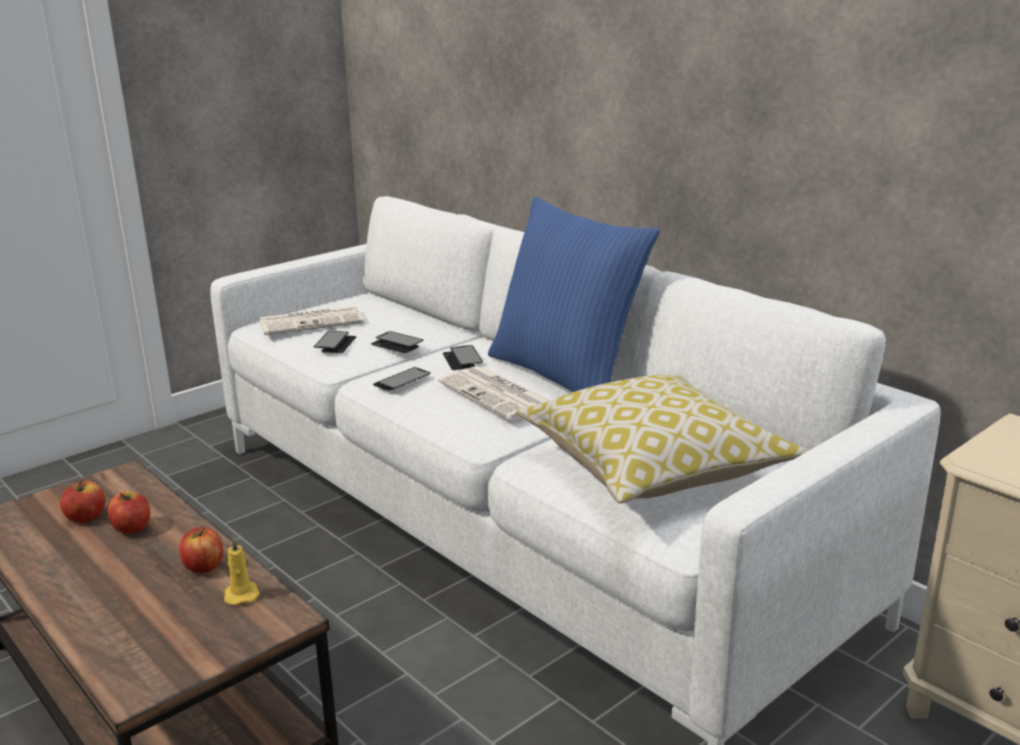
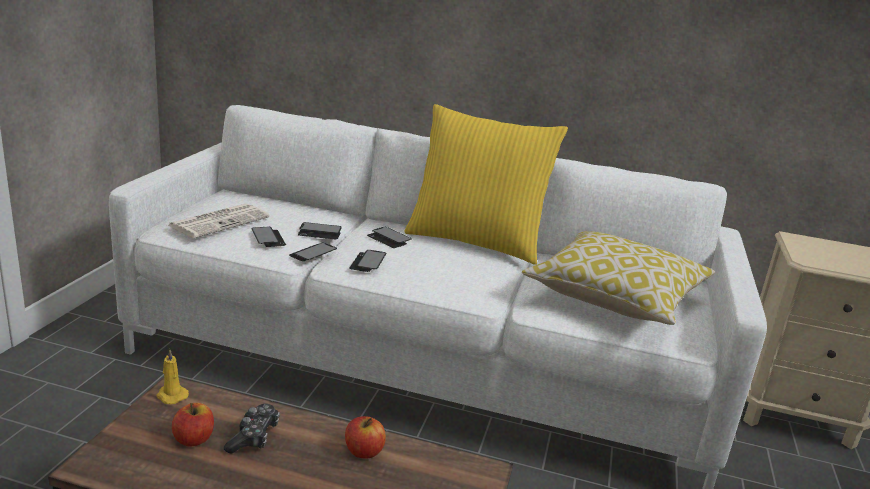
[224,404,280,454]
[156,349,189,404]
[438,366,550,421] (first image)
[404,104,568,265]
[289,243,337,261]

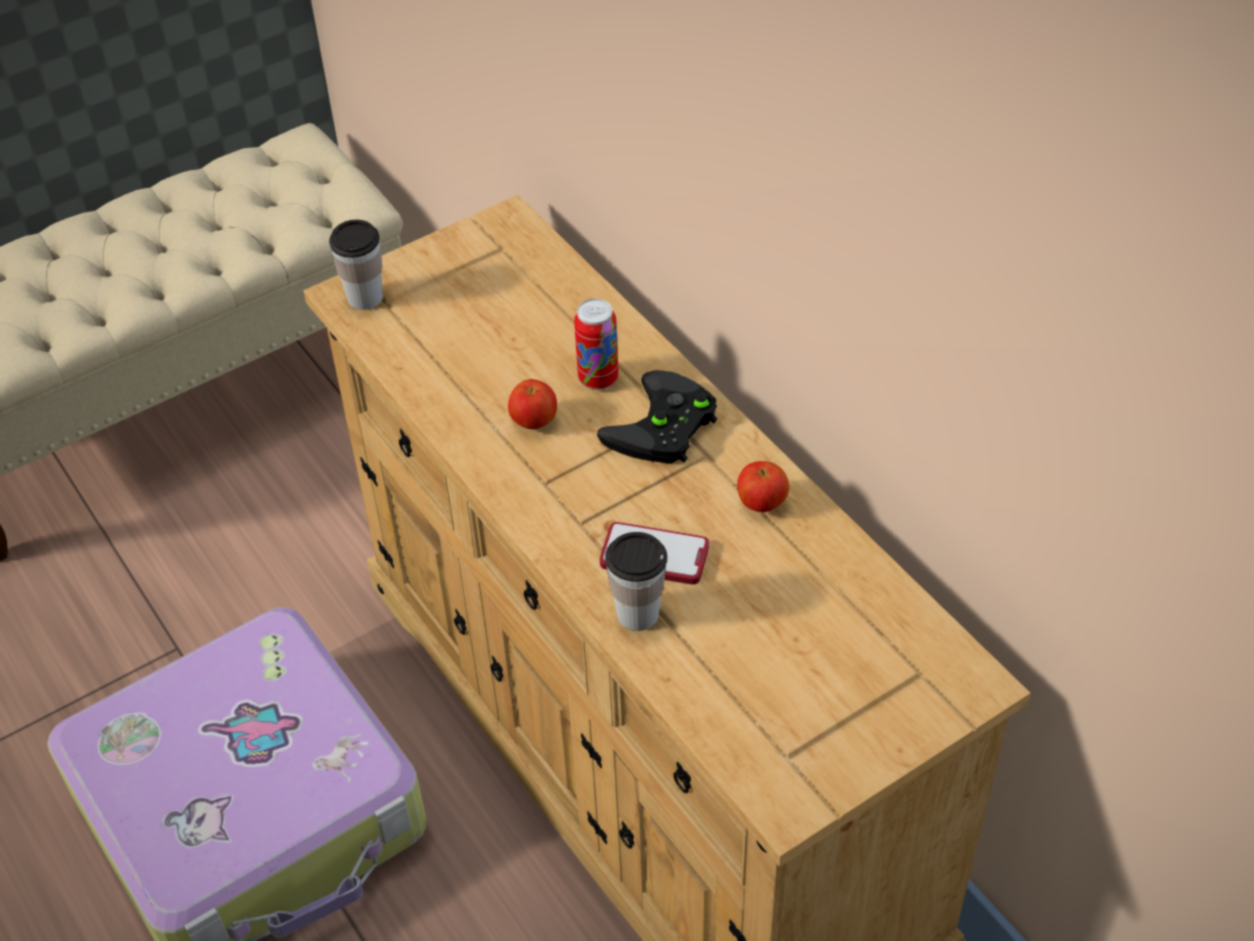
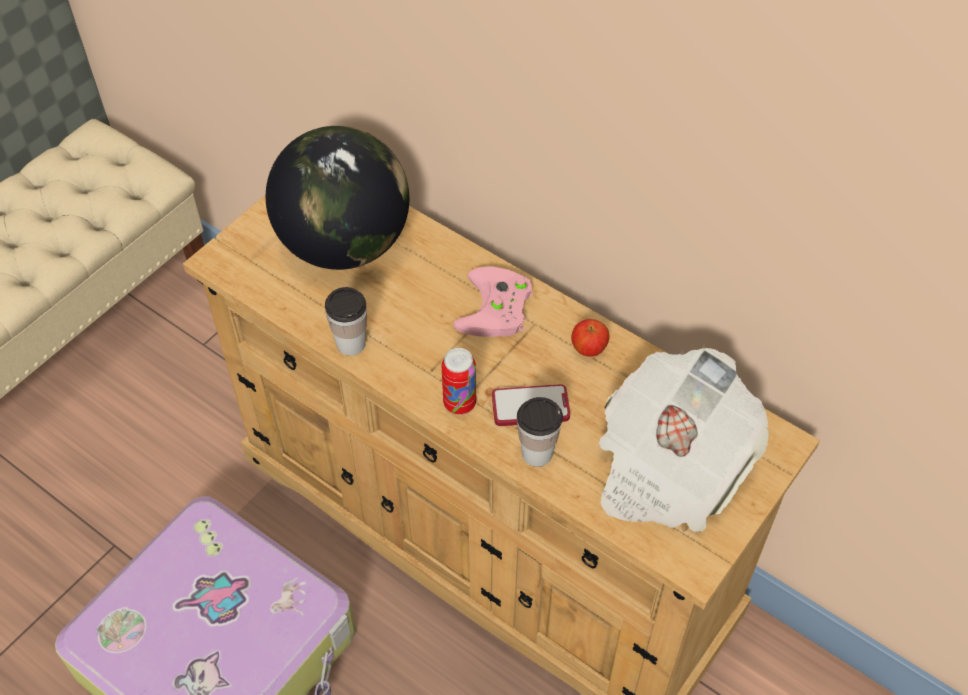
[325,287,367,356]
[508,379,557,429] (first image)
[442,348,476,415]
[454,266,532,337]
[265,126,409,270]
[599,348,769,532]

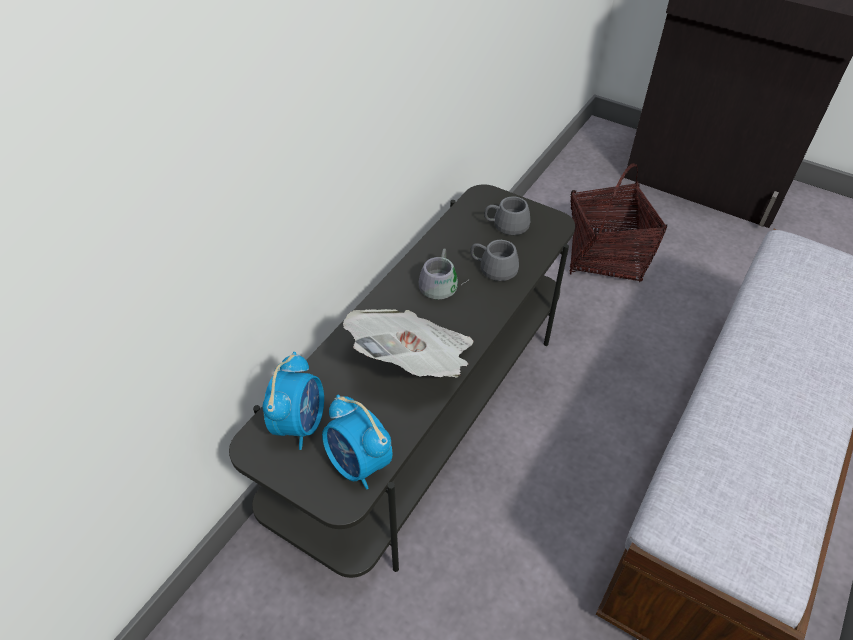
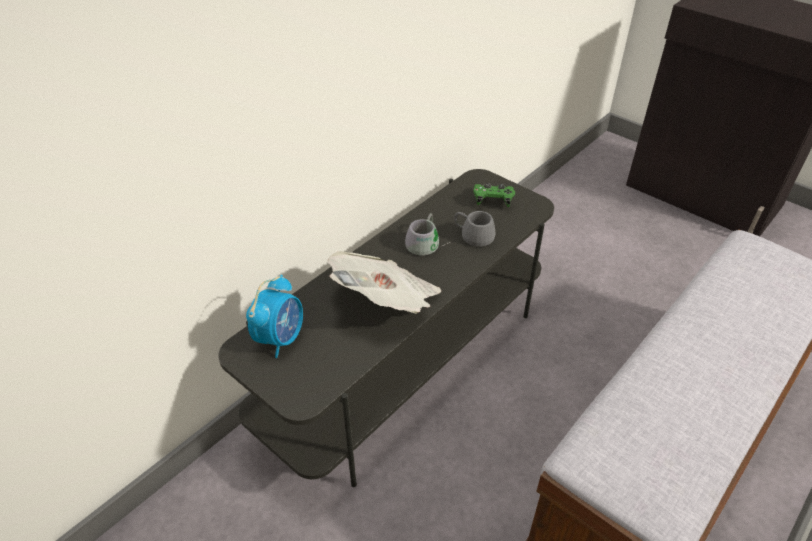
[322,395,393,489] (first image)
[473,183,515,207]
[570,163,667,282] (first image)

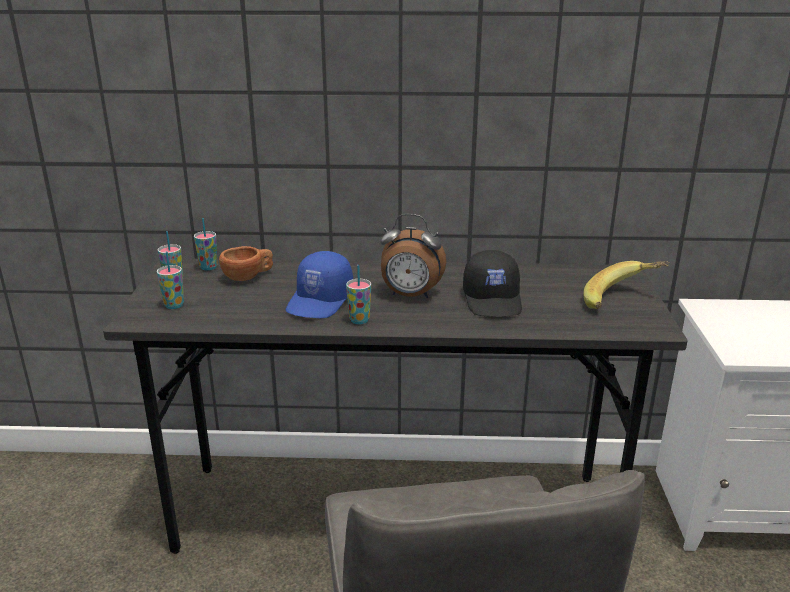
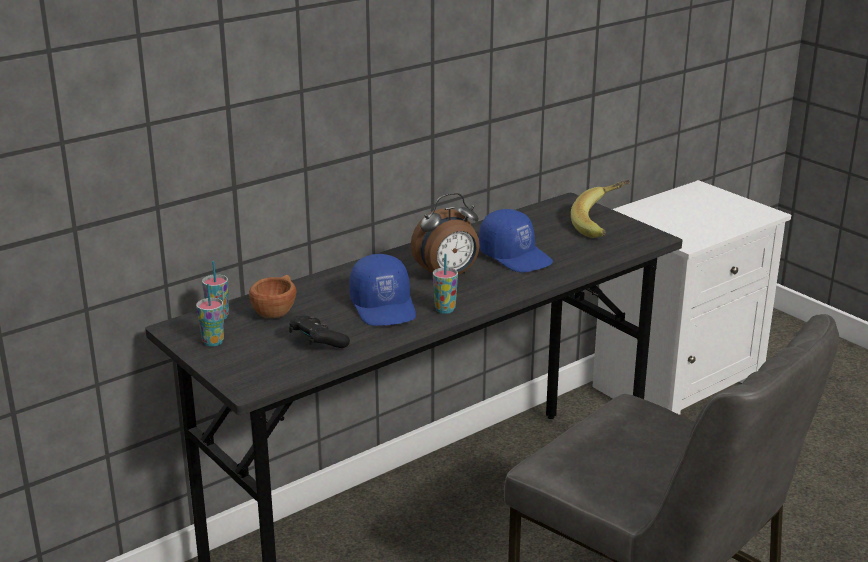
[157,251,184,309] (first image)
[479,209,553,272]
[289,315,350,348]

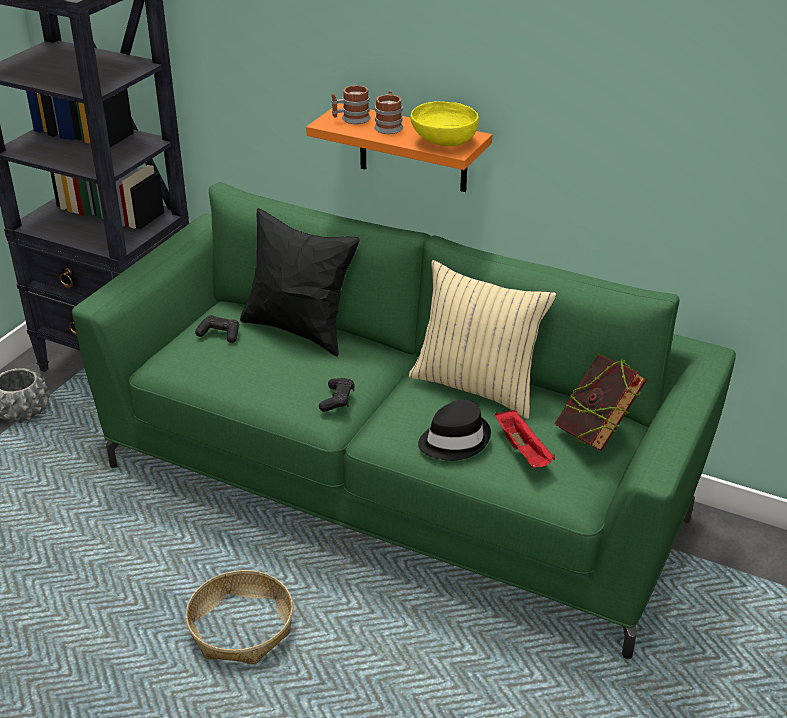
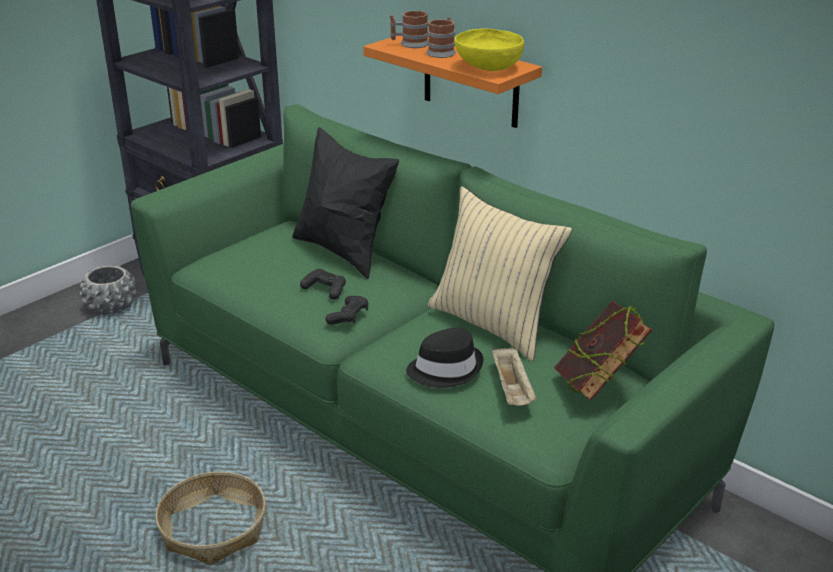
[300,269,346,300]
[492,347,537,406]

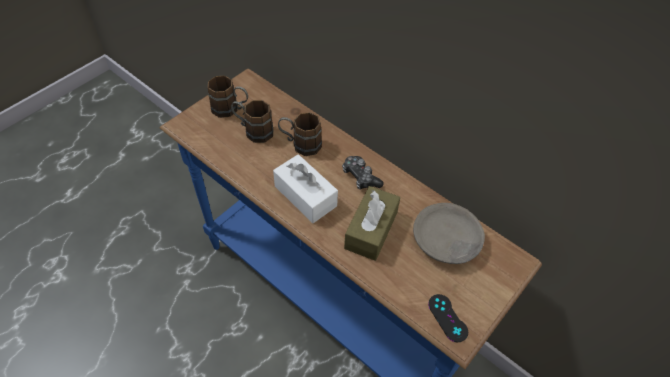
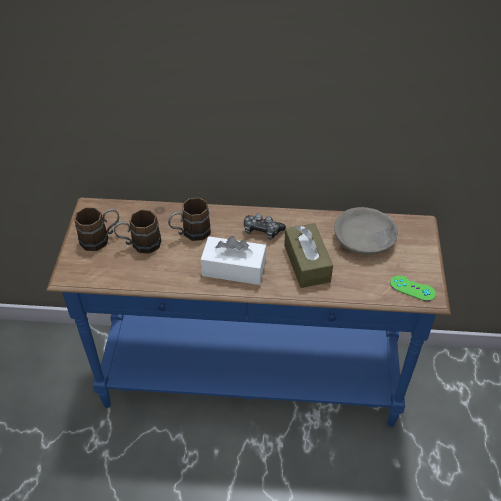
[390,275,436,301]

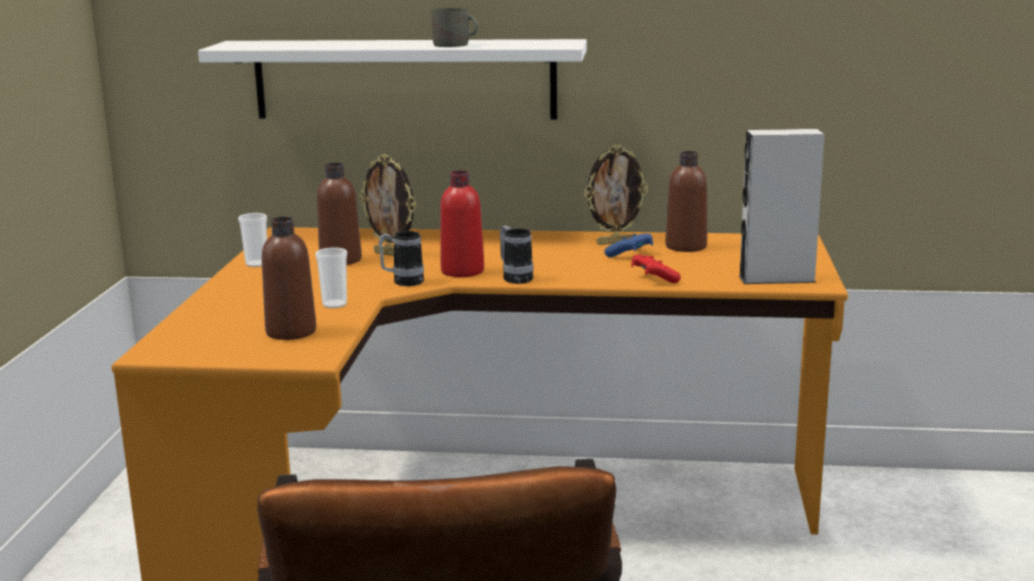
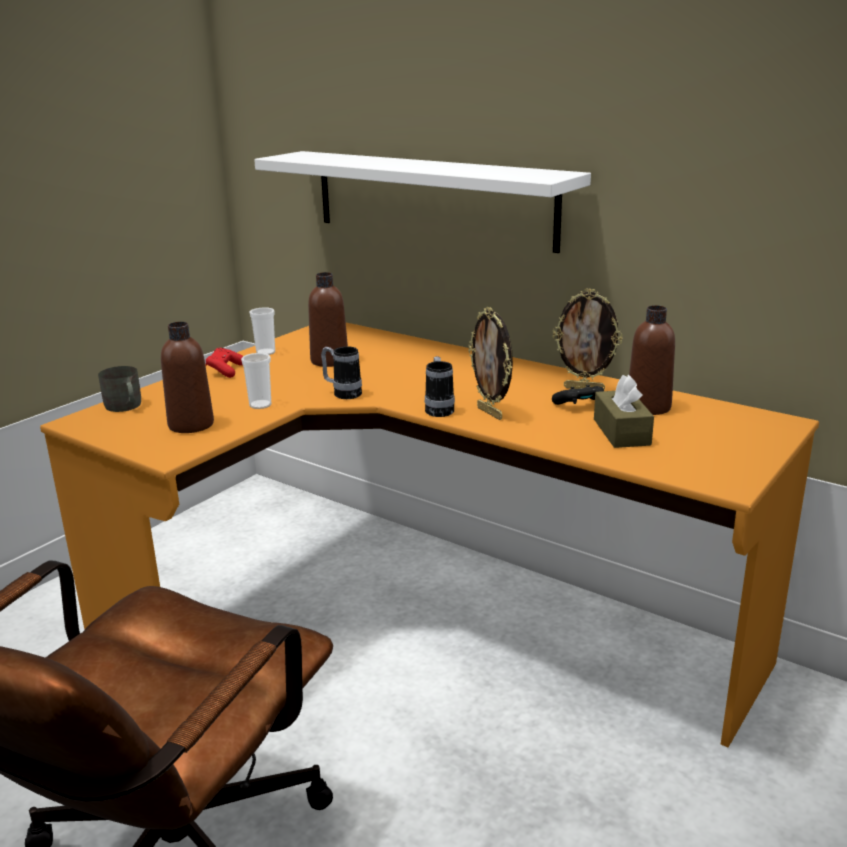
[468,307,513,420]
[98,366,141,412]
[440,170,484,277] (first image)
[552,385,604,405]
[206,348,243,378]
[738,129,825,284] (first image)
[594,375,654,448]

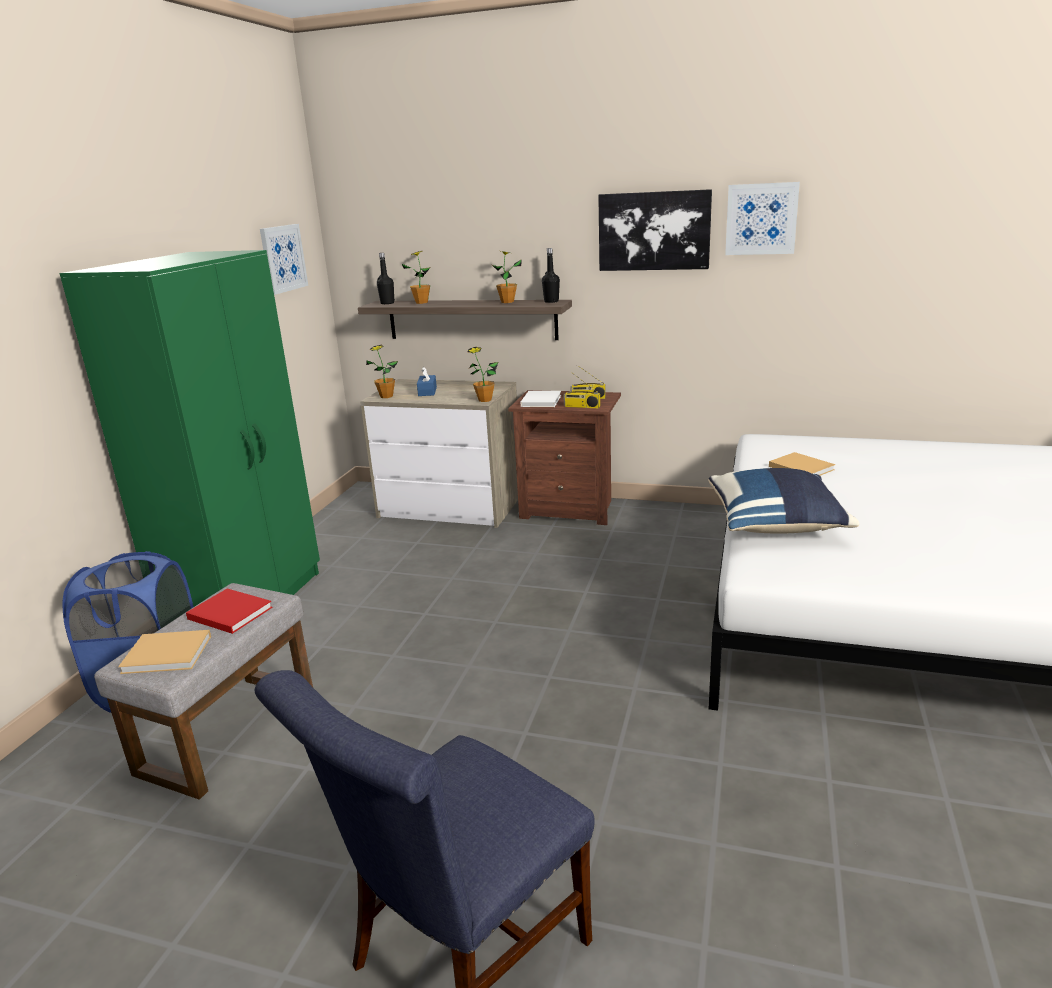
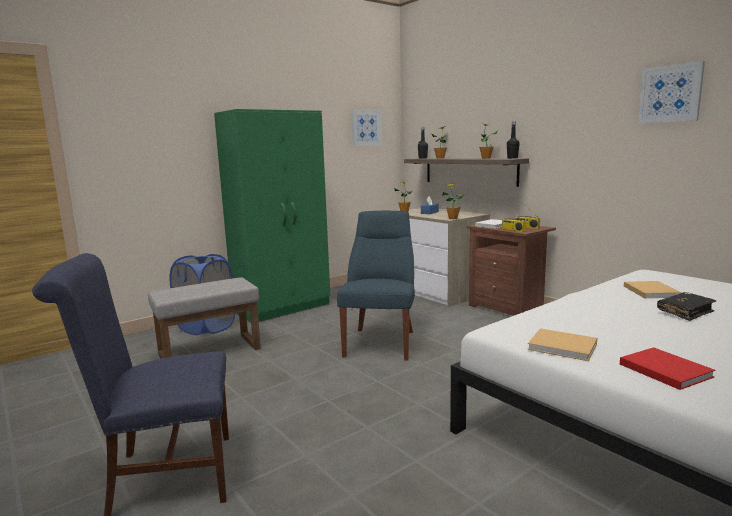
[528,328,597,361]
[620,347,715,390]
[598,189,712,271] (first image)
[708,468,860,533] (first image)
[337,211,415,361]
[657,292,716,321]

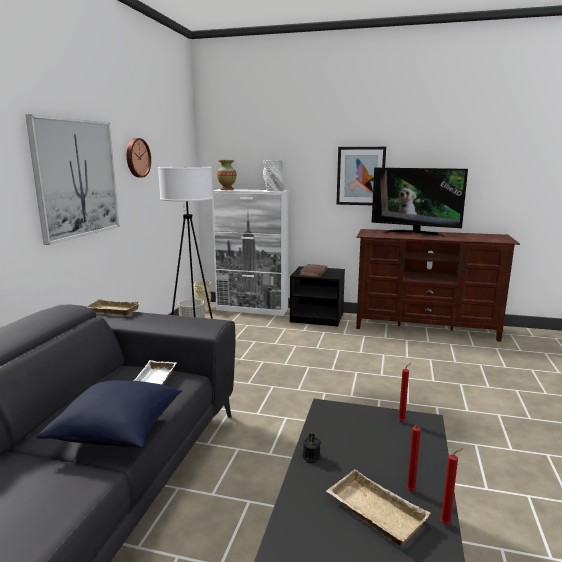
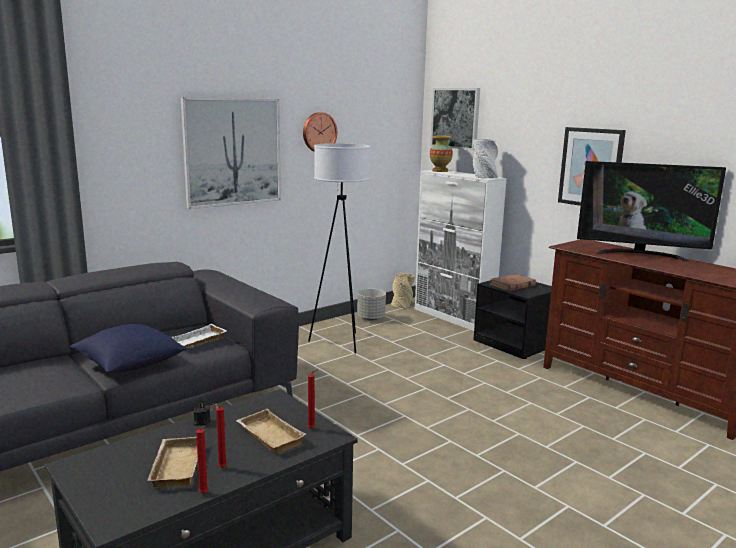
[236,409,306,454]
[577,161,726,262]
[430,88,480,150]

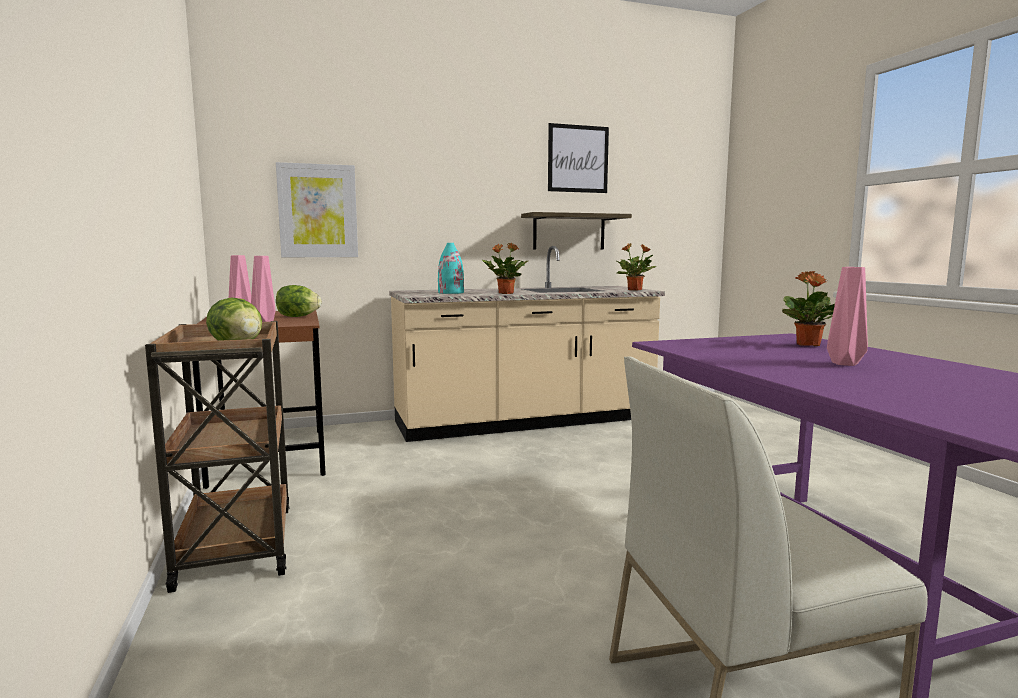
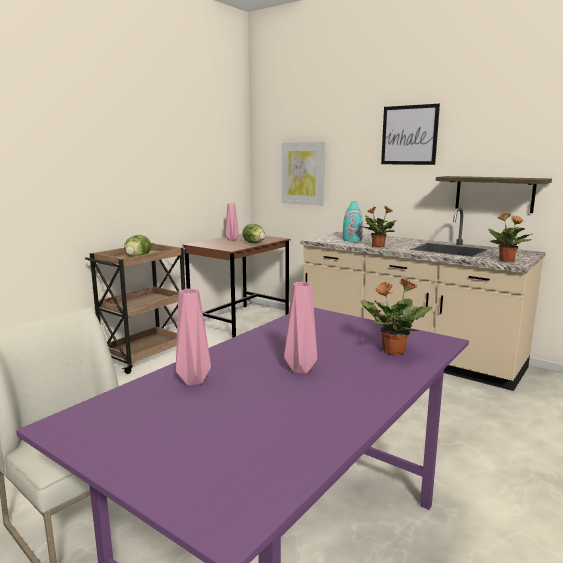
[176,289,211,386]
[381,104,440,165]

